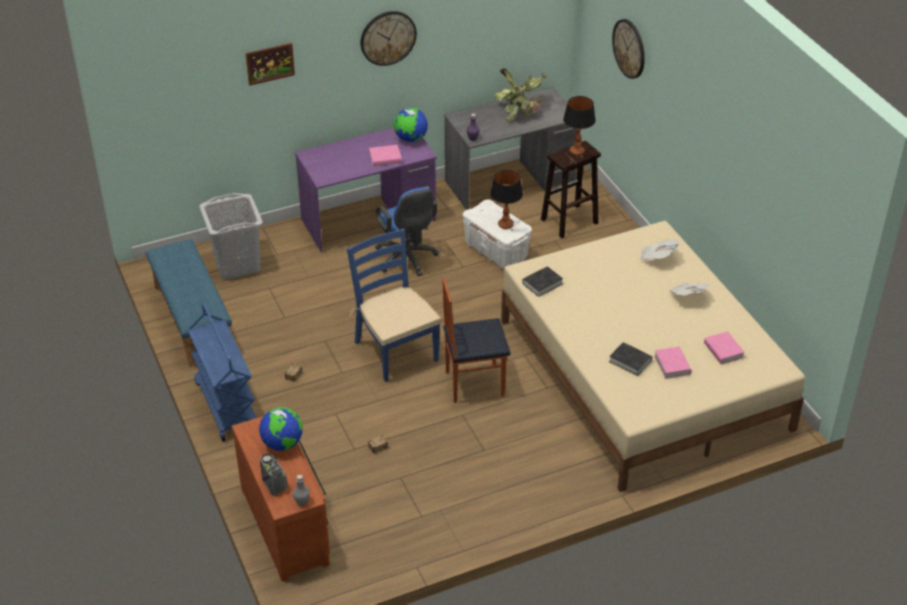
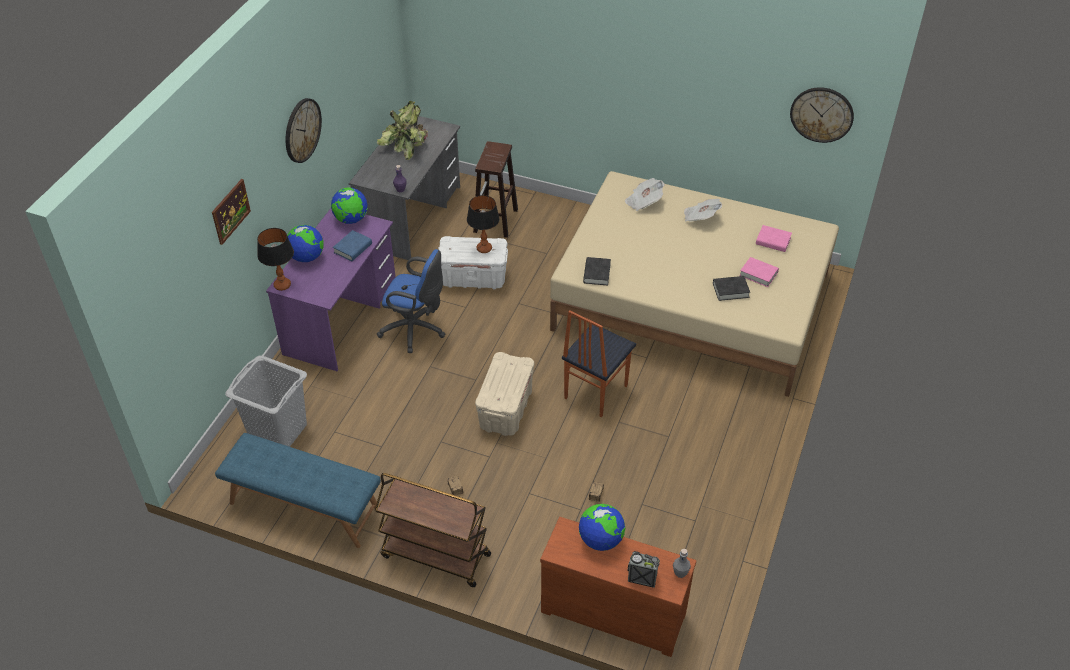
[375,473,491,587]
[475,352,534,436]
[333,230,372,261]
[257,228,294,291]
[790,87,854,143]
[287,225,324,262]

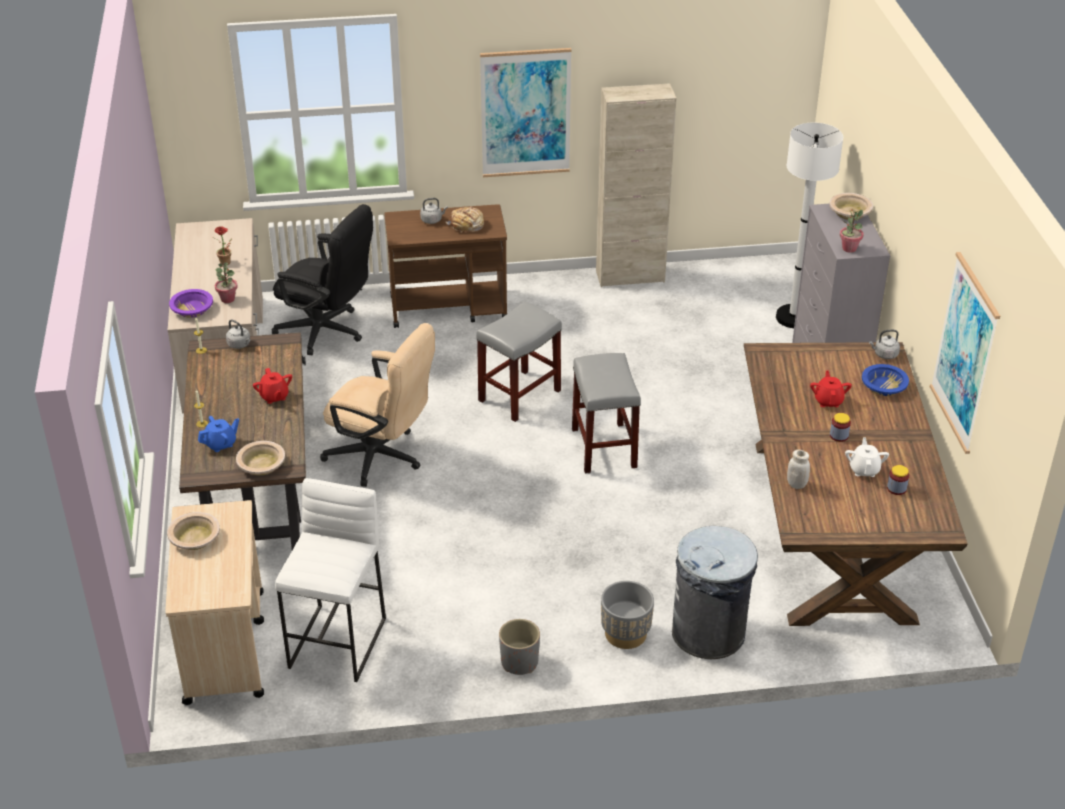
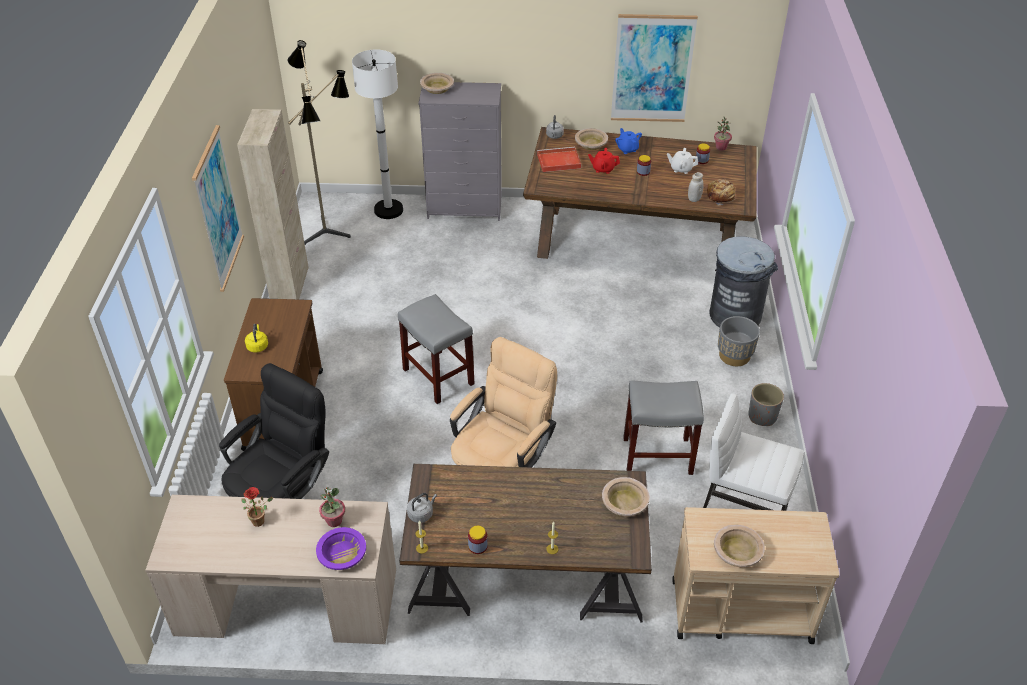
[615,128,642,154]
[253,368,292,404] (first image)
[245,324,268,352]
[707,179,736,206]
[623,380,704,475]
[714,117,732,151]
[575,128,608,150]
[288,40,351,245]
[468,526,488,554]
[537,147,581,172]

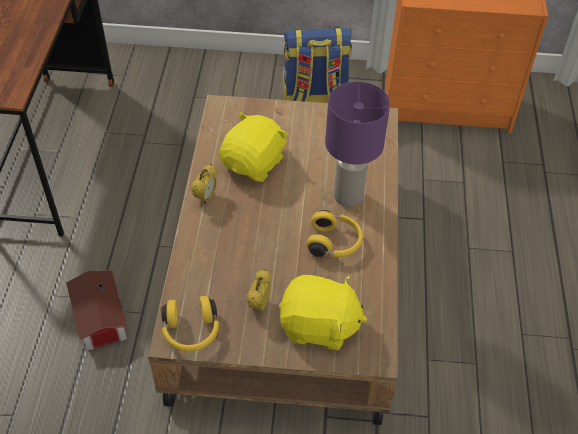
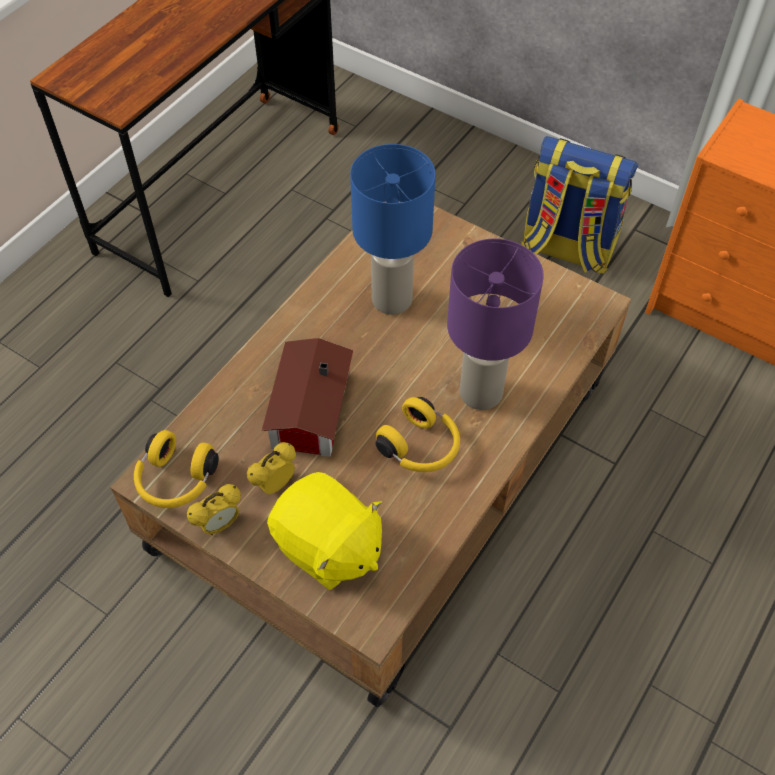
[262,338,353,457]
[187,484,241,535]
[350,144,435,315]

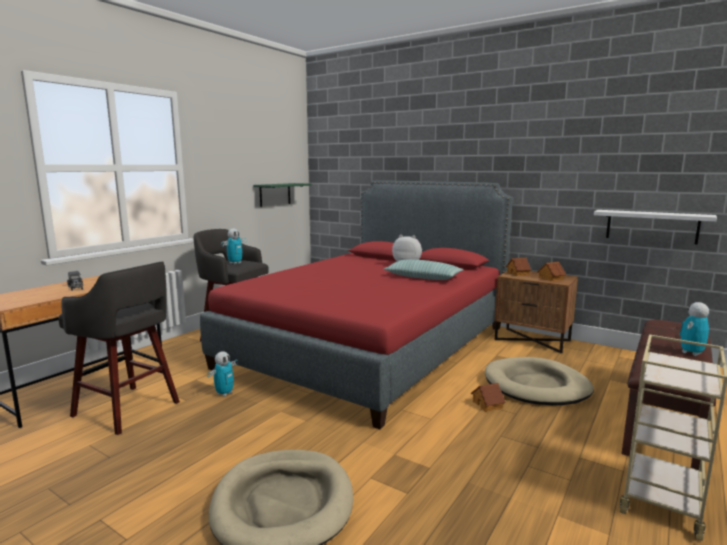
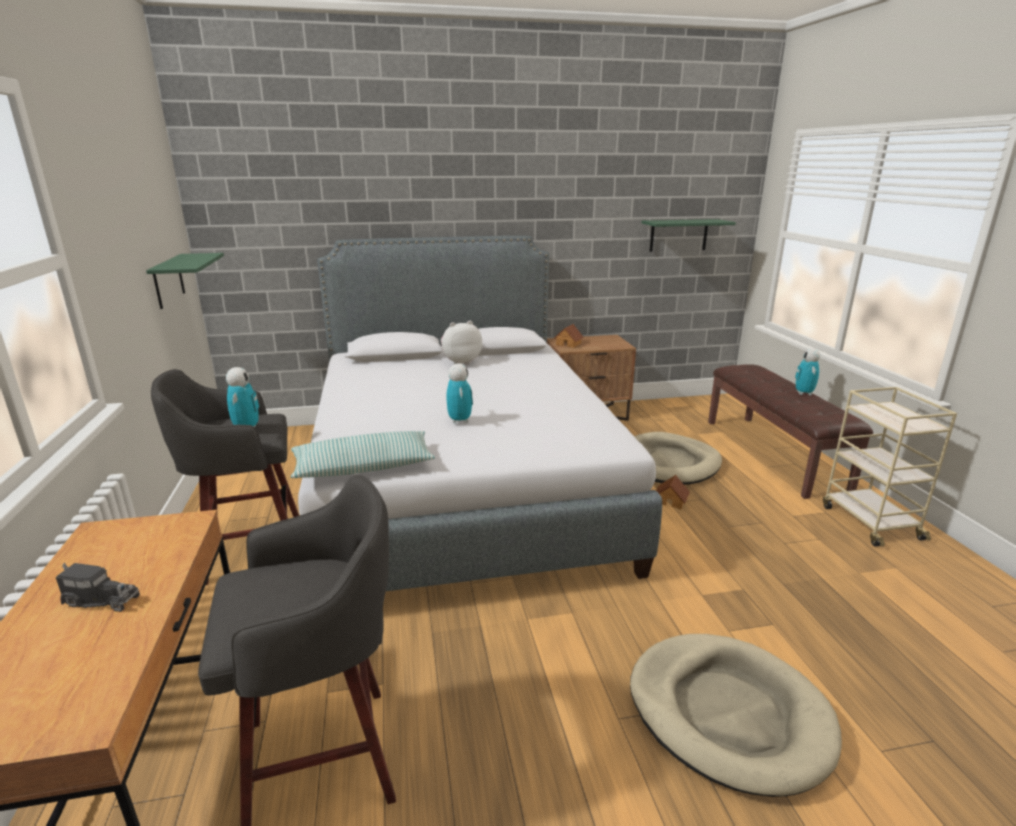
[298,236,662,591]
[447,363,473,424]
[291,431,435,478]
[537,262,566,281] (first image)
[594,210,717,245] (first image)
[641,219,736,252]

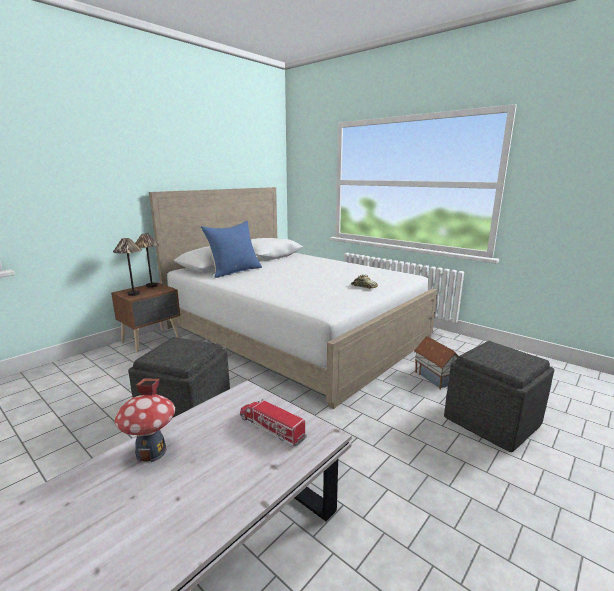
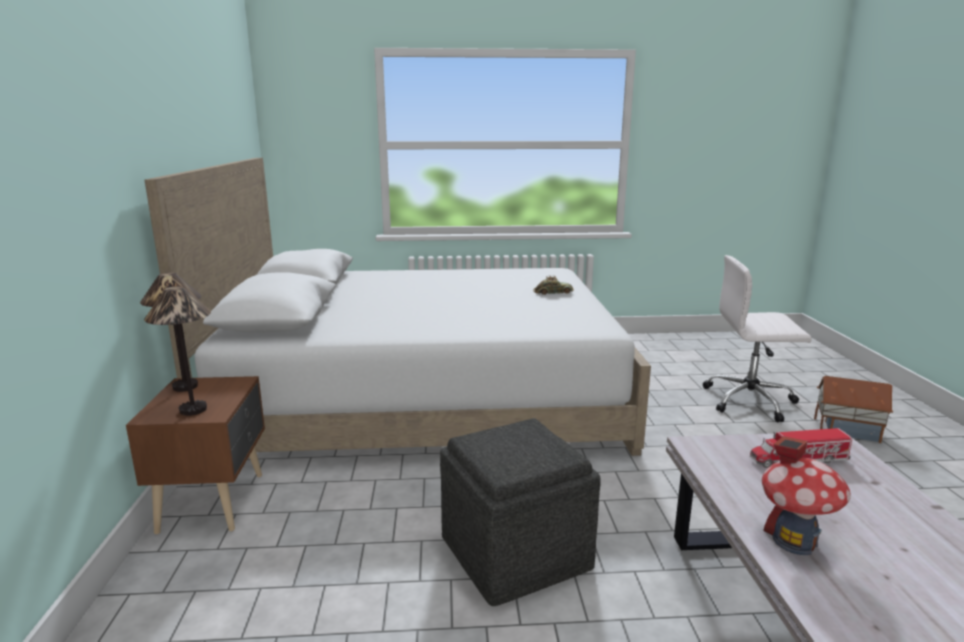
[201,221,262,278] (first image)
[814,376,893,443]
[703,255,812,423]

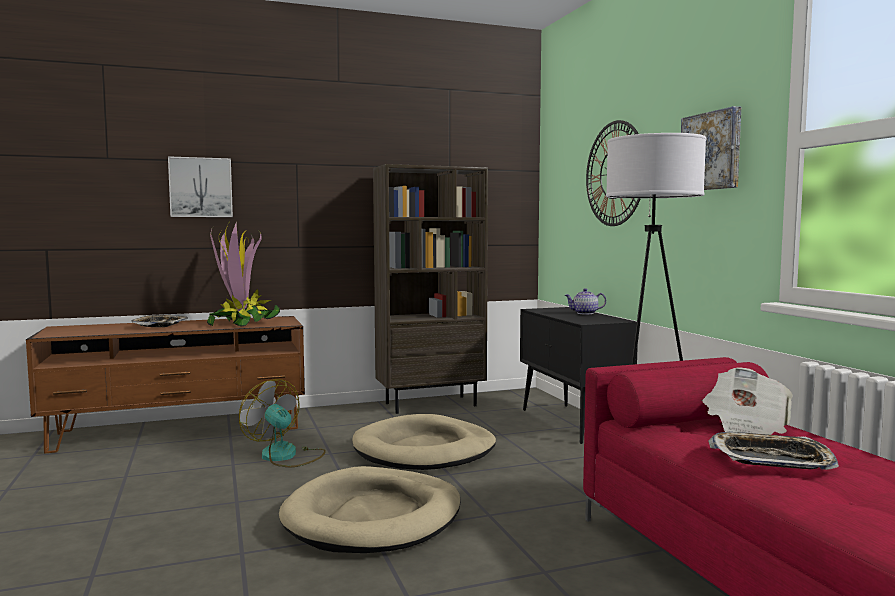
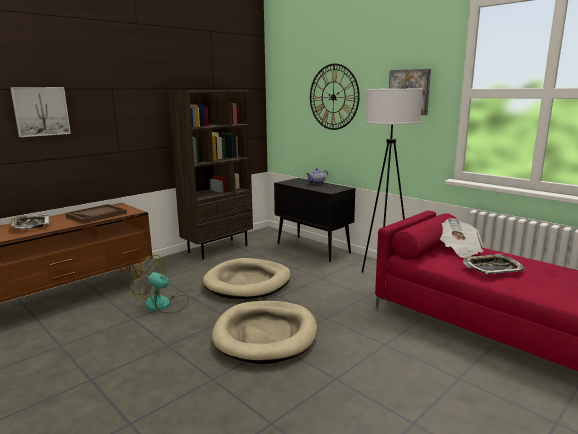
[65,204,127,224]

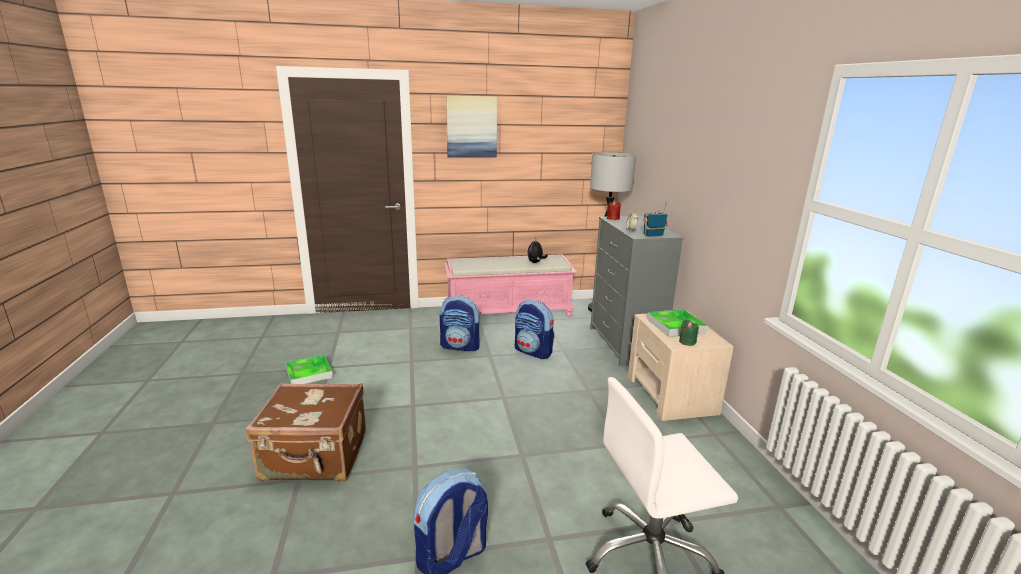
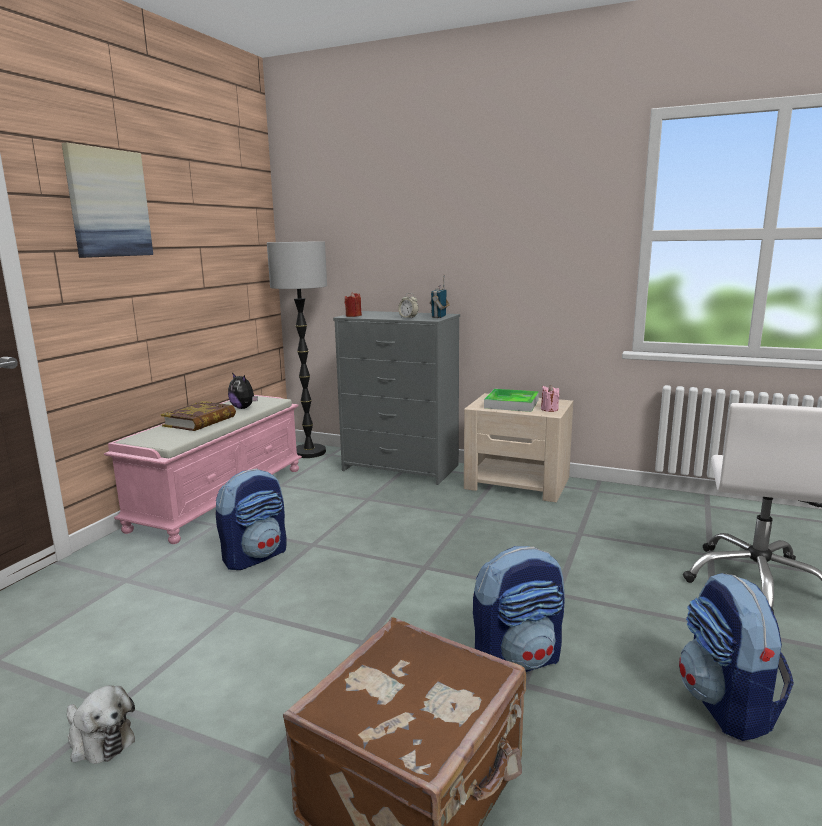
[67,685,135,764]
[473,546,565,672]
[541,385,559,412]
[161,401,236,431]

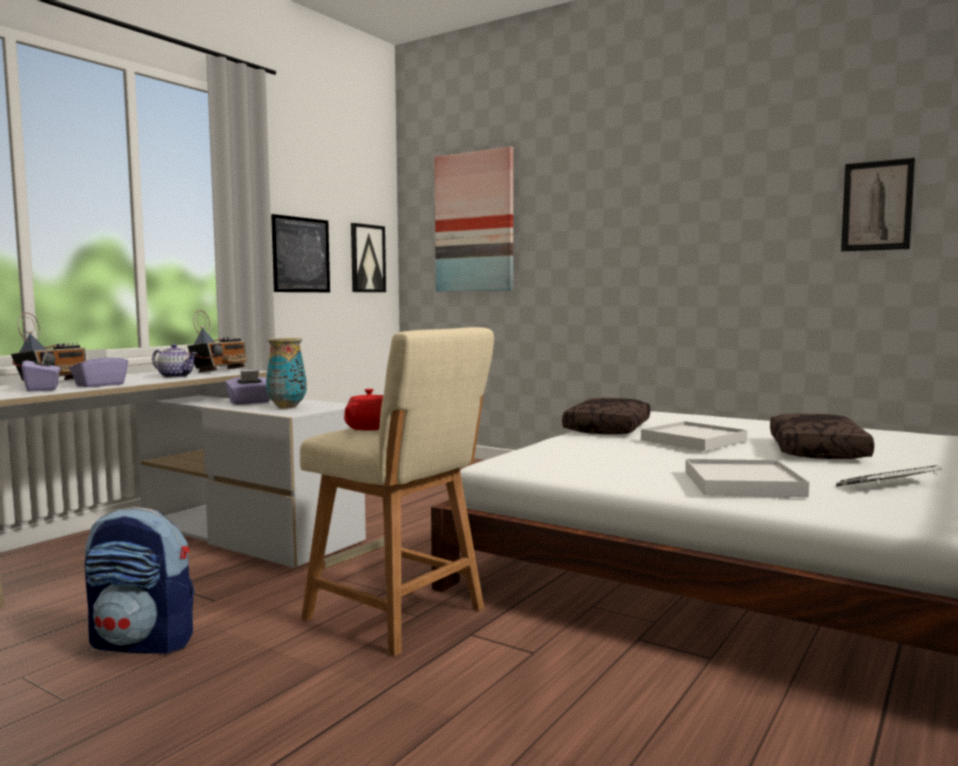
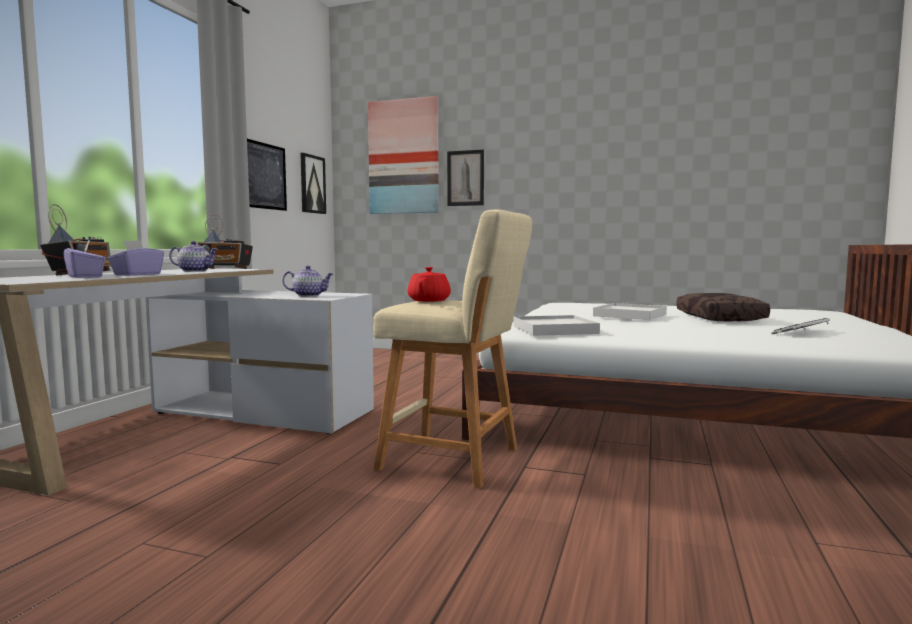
[85,507,194,655] (first image)
[197,214,253,269]
[225,370,270,405] (first image)
[282,266,333,297]
[562,398,650,434] (first image)
[513,315,600,336]
[447,149,484,206]

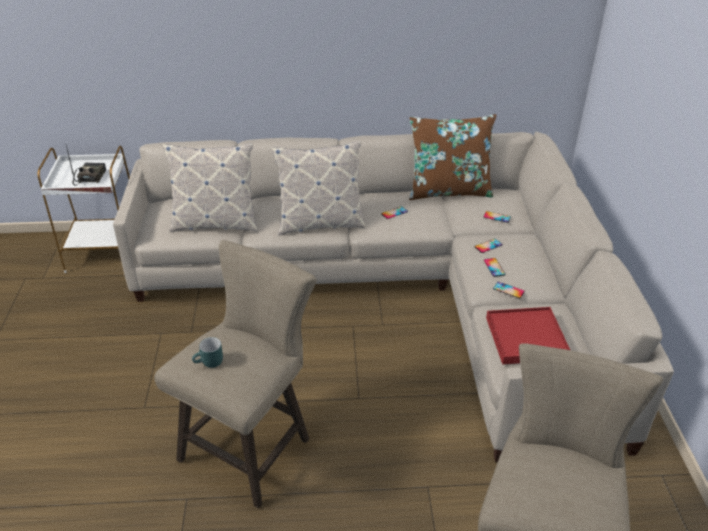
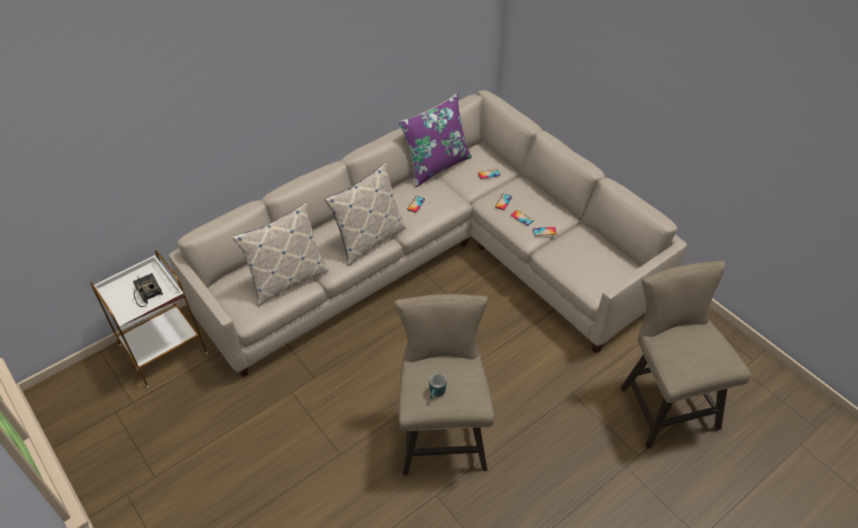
[399,93,472,187]
[486,307,570,364] (first image)

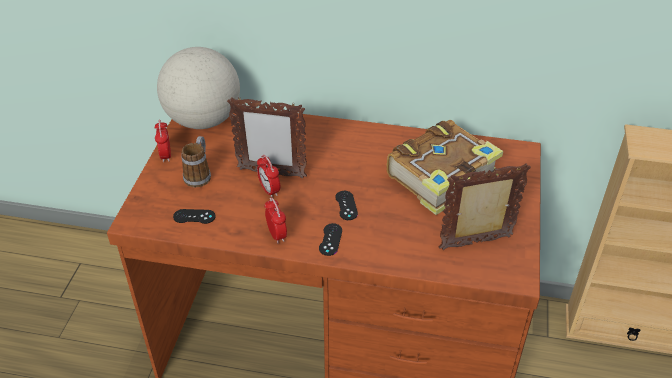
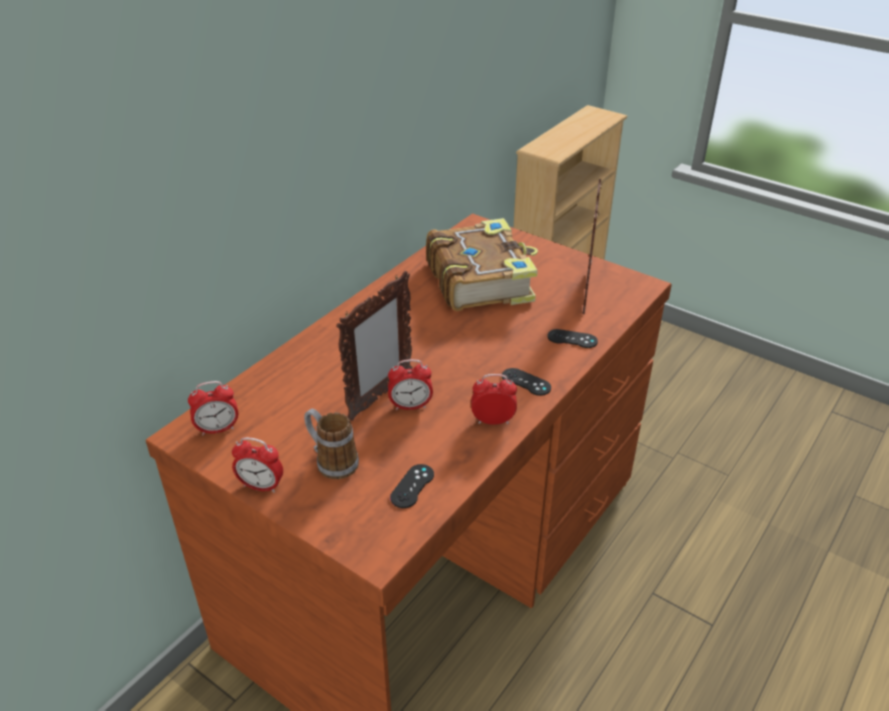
[188,381,238,435]
[547,329,598,348]

